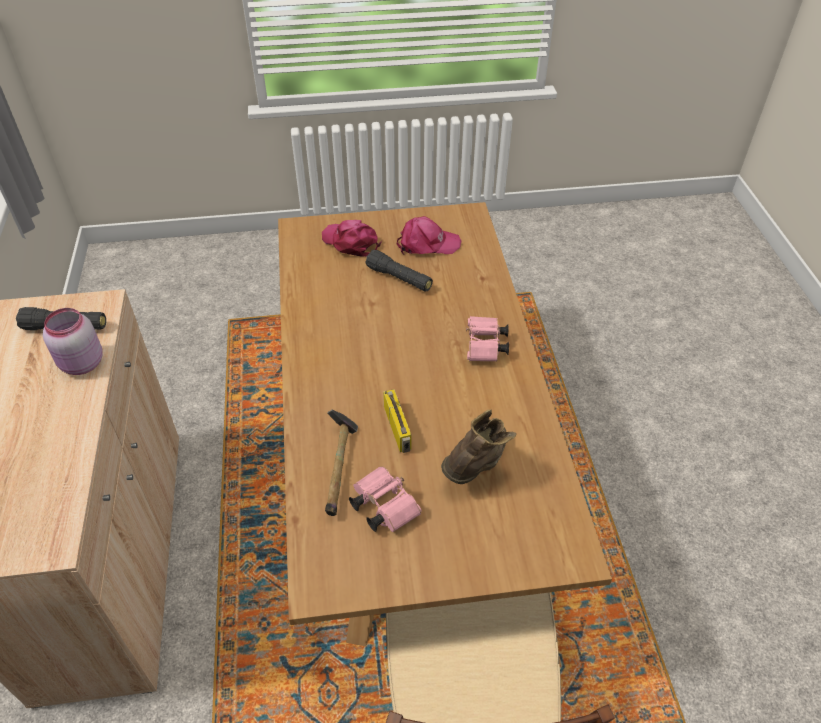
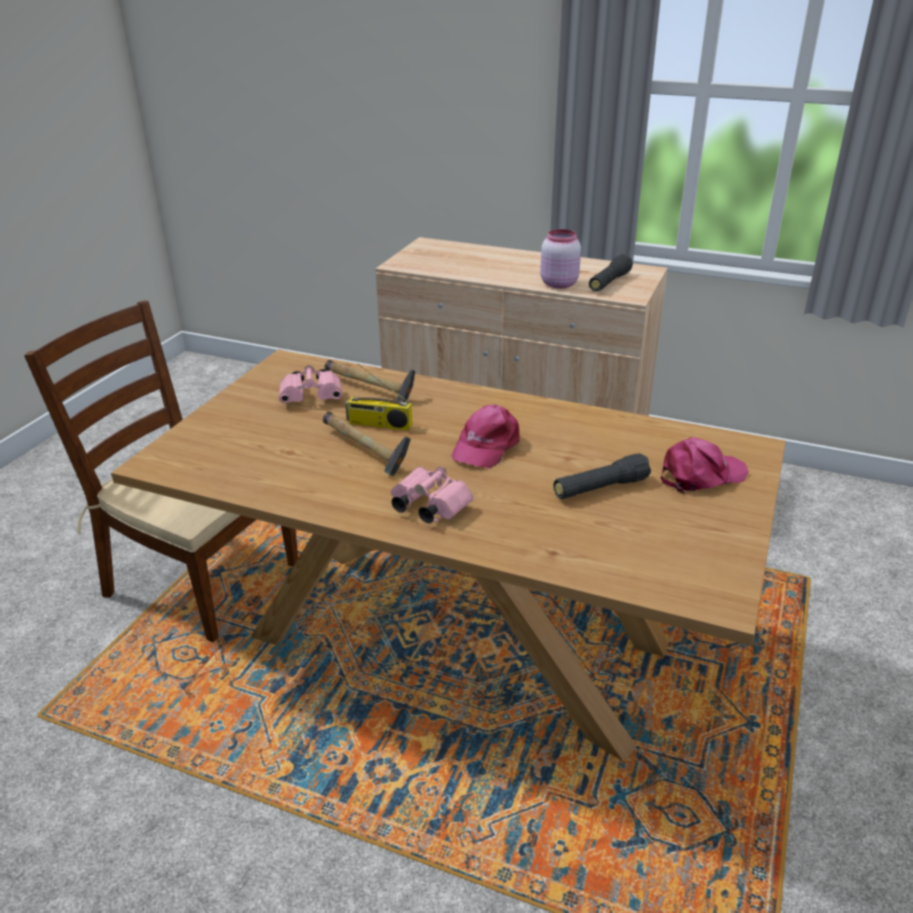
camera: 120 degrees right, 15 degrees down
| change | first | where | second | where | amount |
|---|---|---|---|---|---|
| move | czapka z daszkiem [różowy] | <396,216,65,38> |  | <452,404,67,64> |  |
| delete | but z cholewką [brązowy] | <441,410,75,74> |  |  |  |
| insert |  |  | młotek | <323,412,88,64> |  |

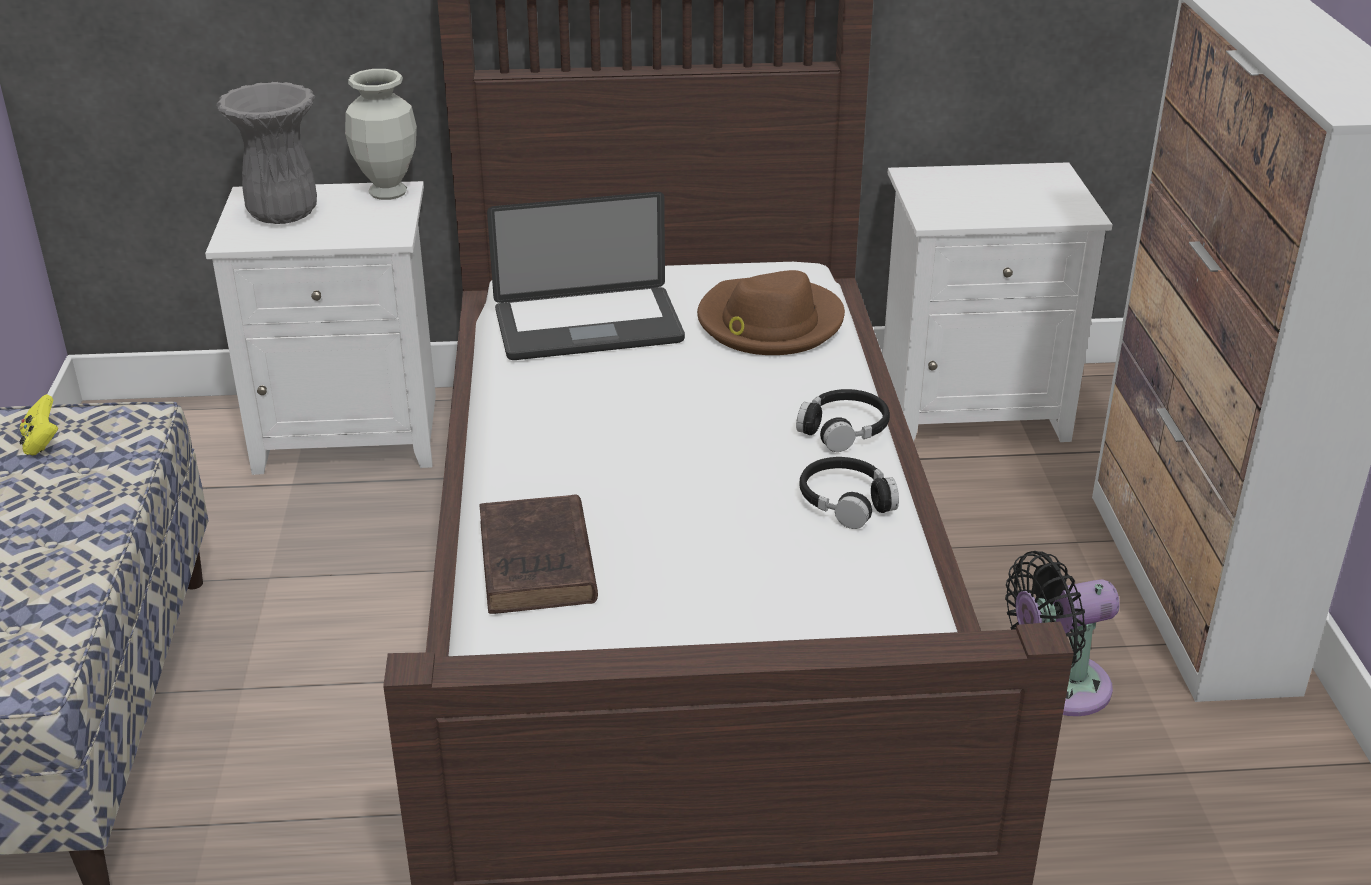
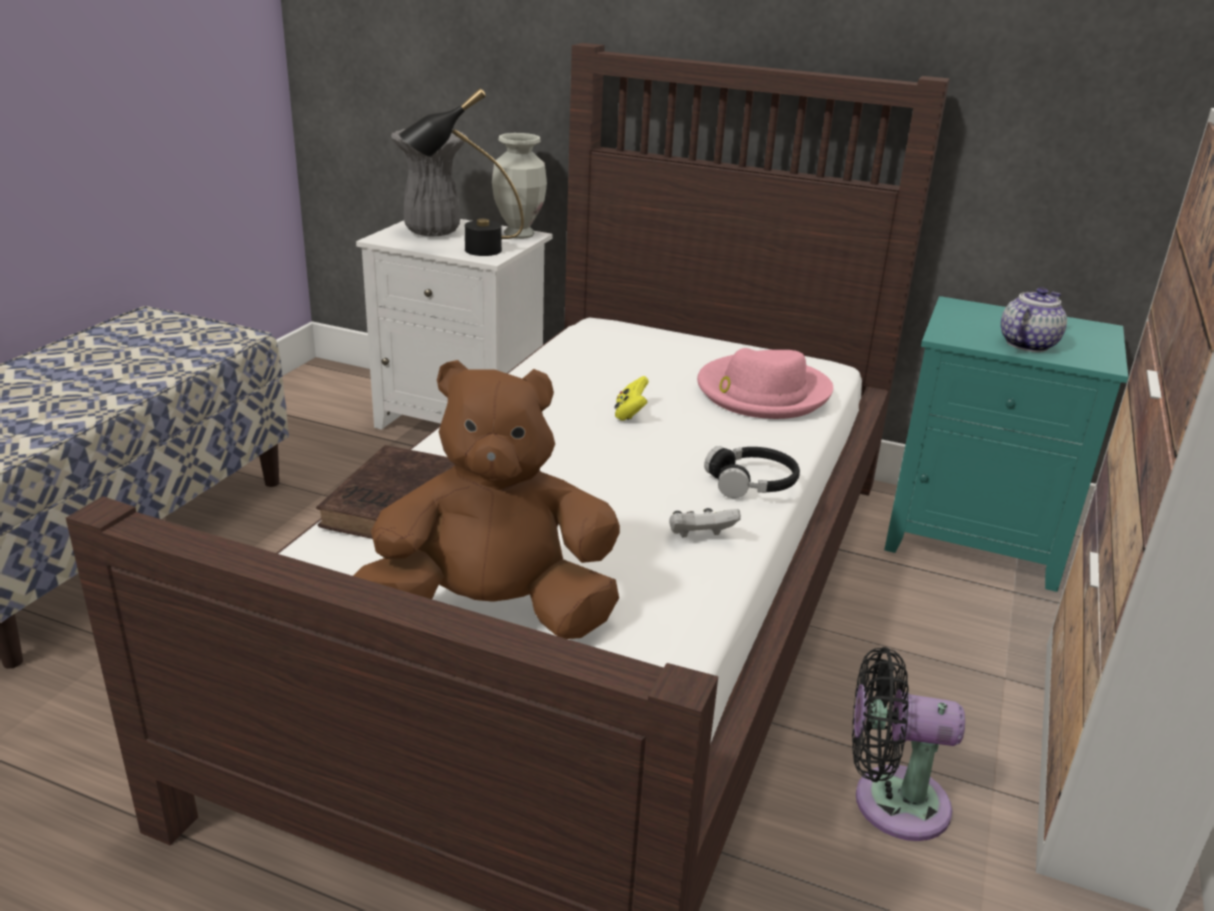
camera: 25 degrees right, 5 degrees down
| change | first | where | second | where | amount |
|---|---|---|---|---|---|
| move | pad do gier [żółty] | <20,394,38,61> |  | <614,376,35,44> |  |
| delete | laptop | <487,192,198,168> |  |  |  |
| recolor | kapelusz [brązowy] | <697,270,148,85> | kapelusz [różowy] | <697,348,136,71> |  |
| replace | słuchawki [czarny] | <799,457,100,72> | pad do gier [biały] | <669,508,72,30> |  |
| recolor | szafka nocna [biały] | <883,162,230,280> | szafka nocna [turkusowy] | <884,296,244,296> |  |
| insert |  |  | pluszak [brązowy] | <353,360,267,279> |  |
| insert |  |  | lampa stołowa [czarny] | <399,88,125,168> |  |
| insert |  |  | imbryk | <1001,287,66,65> |  |

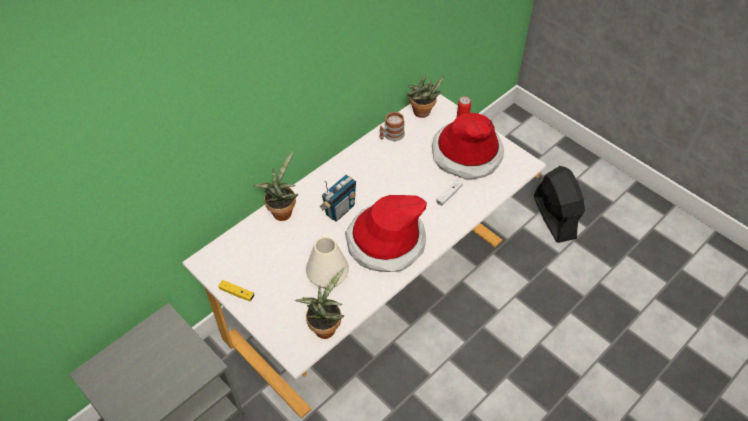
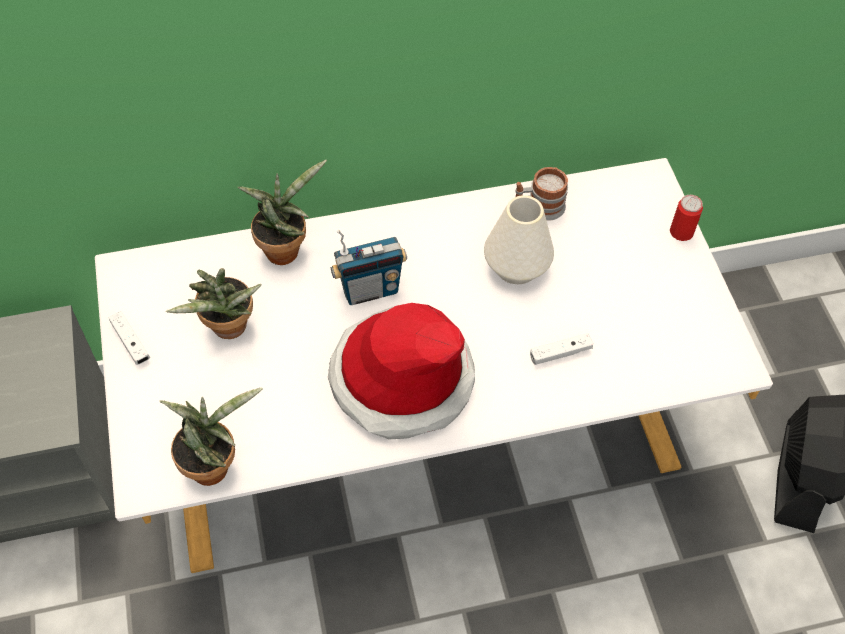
camera: 30 degrees right, 5 degrees up
| change | first | where | second | where | amount |
|---|---|---|---|---|---|
| recolor | pad do gier [żółty] | <218,280,36,21> | pad do gier [biały] | <109,311,41,54> |  |
| move | wazon [biały] | <306,237,43,52> |  | <484,195,70,89> |  |
| move | roślina doniczkowa | <407,76,37,42> |  | <166,268,96,71> |  |
| delete | kapelusz | <432,113,72,66> |  |  |  |

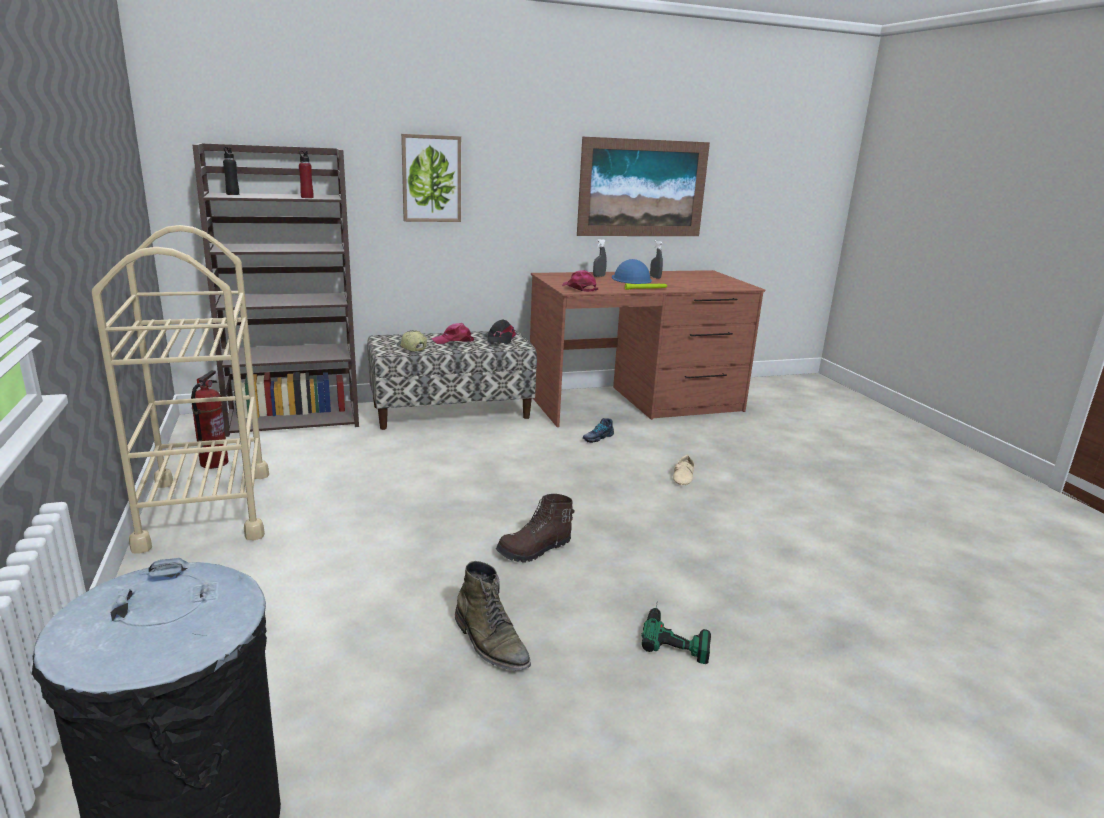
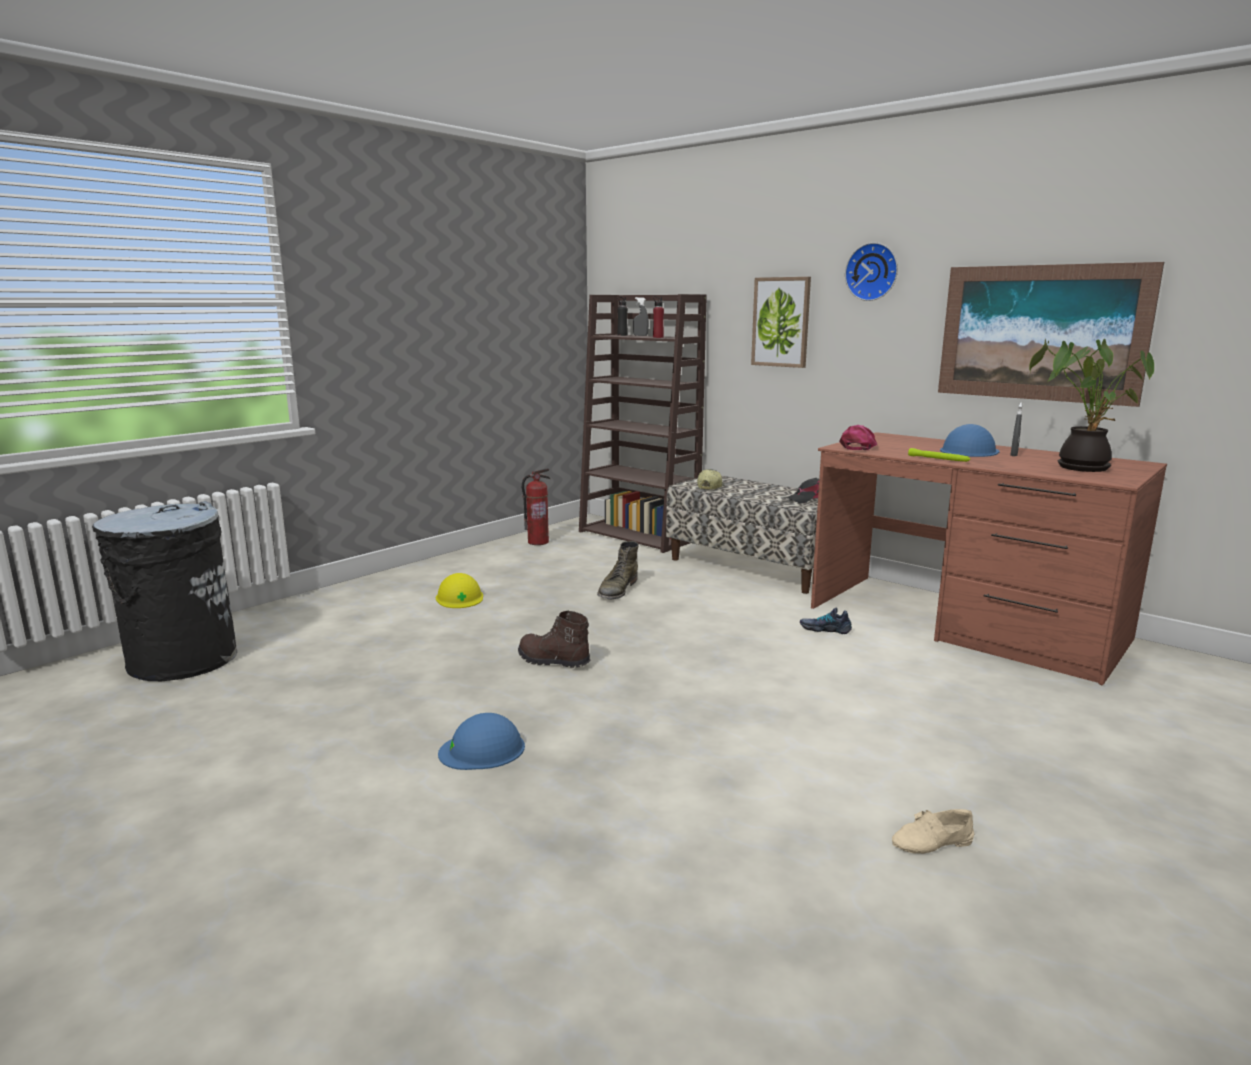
camera: 60 degrees right, 5 degrees down
| change | first | where | second | where | amount |
|---|---|---|---|---|---|
| delete | wózek [beżowy] | <92,225,177,329> |  |  |  |
| delete | czapka z daszkiem [różowy] | <432,323,42,21> |  |  |  |
| move | but z cholewką [zielony] | <455,561,76,110> |  | <597,541,42,59> |  |
| move | spryskiwacz [szary] | <593,239,14,38> |  | <633,297,16,39> |  |
| replace | wiertarka | <641,601,70,63> | kask [niebieski] | <438,713,87,57> |  |
| move | but [beżowy] | <673,455,21,30> |  | <892,809,82,45> |  |
| insert |  |  | kask [żółty] | <436,573,47,35> |  |
| insert |  |  | zegar ścienny | <845,242,53,59> |  |
| insert |  |  | roślina doniczkowa | <1029,339,125,133> |  |

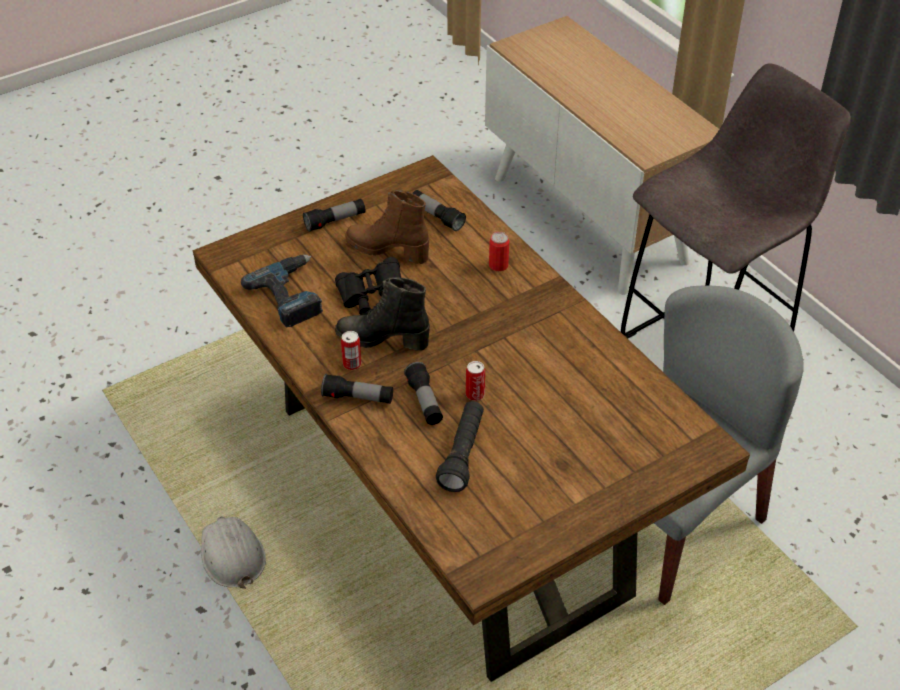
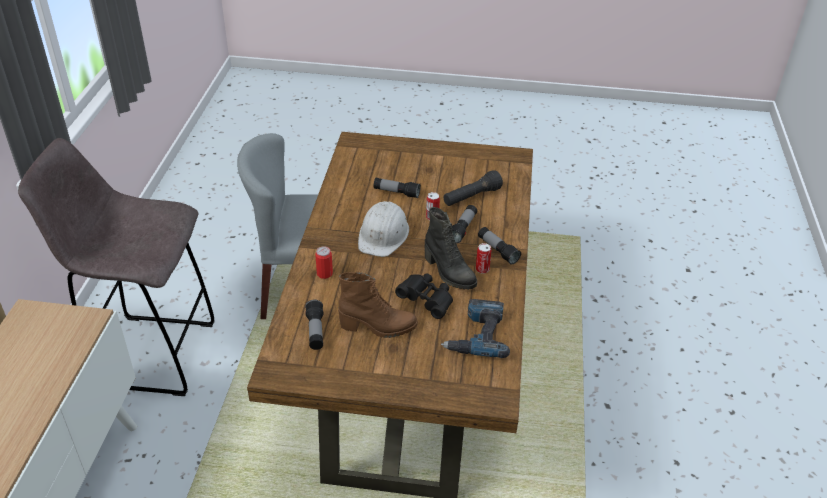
camera: 140 degrees left, 5 degrees down
| change | first | where | second | where | amount |
|---|---|---|---|---|---|
| move | kask [biały] | <201,517,65,72> |  | <358,201,52,56> |  |
| move | latarka | <303,199,62,33> |  | <373,178,48,20> |  |
| rotate | but z cholewką [brązowy] | <345,190,84,74> |  | <338,271,80,67> | 60 degrees counterclockwise |

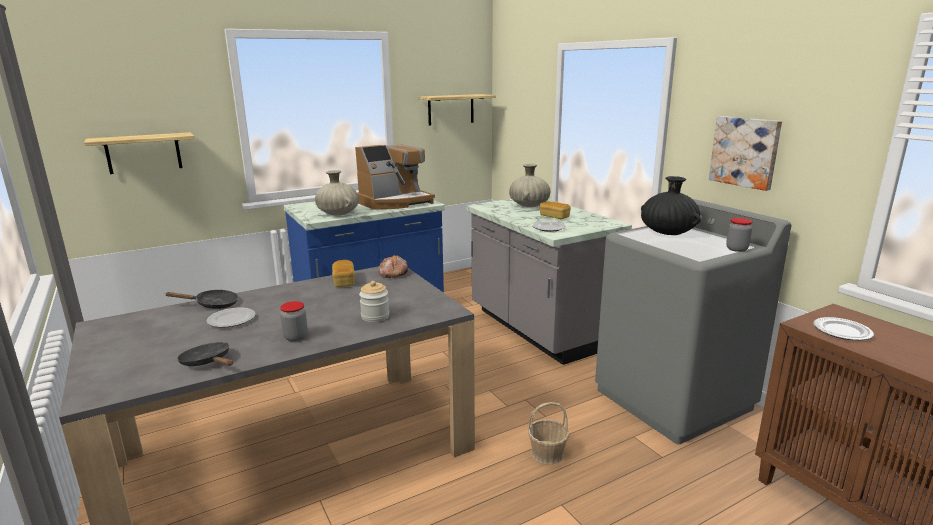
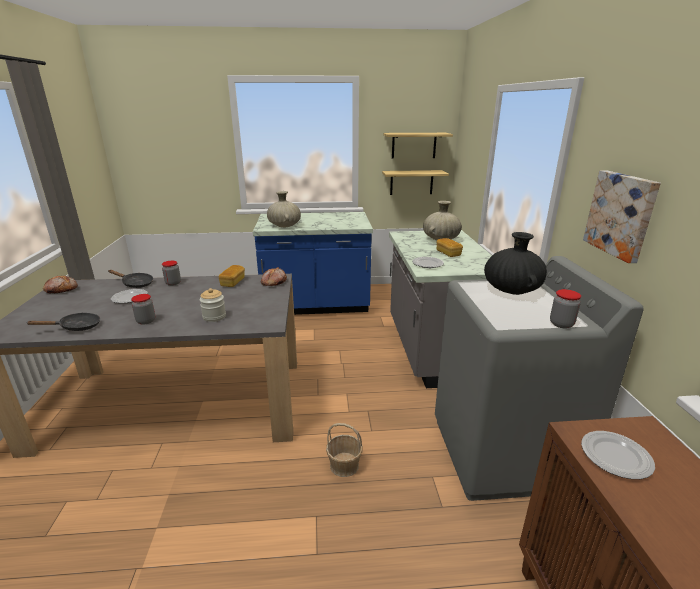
camera: 25 degrees right, 5 degrees up
| change | first | where | second | where | amount |
|---|---|---|---|---|---|
| move | półka | <84,132,111,42> |  | <382,170,67,25> |  |
| rotate | patelnia [czarny] | <177,342,56,24> |  | <27,312,73,19> | 90 degrees clockwise |
| delete | ekspres do kawy | <355,144,80,66> |  |  |  |
| insert |  |  | chleb | <43,276,35,17> |  |
| insert |  |  | słoik | <162,261,19,25> |  |

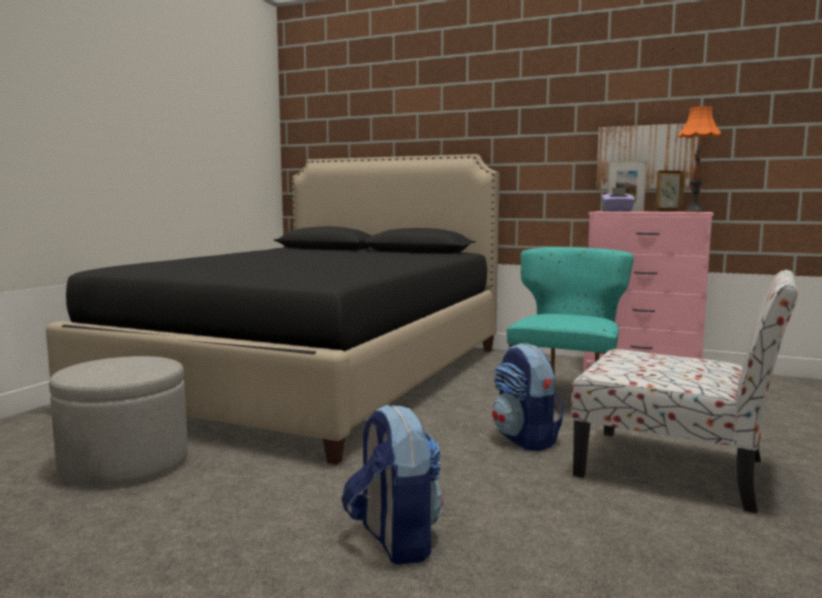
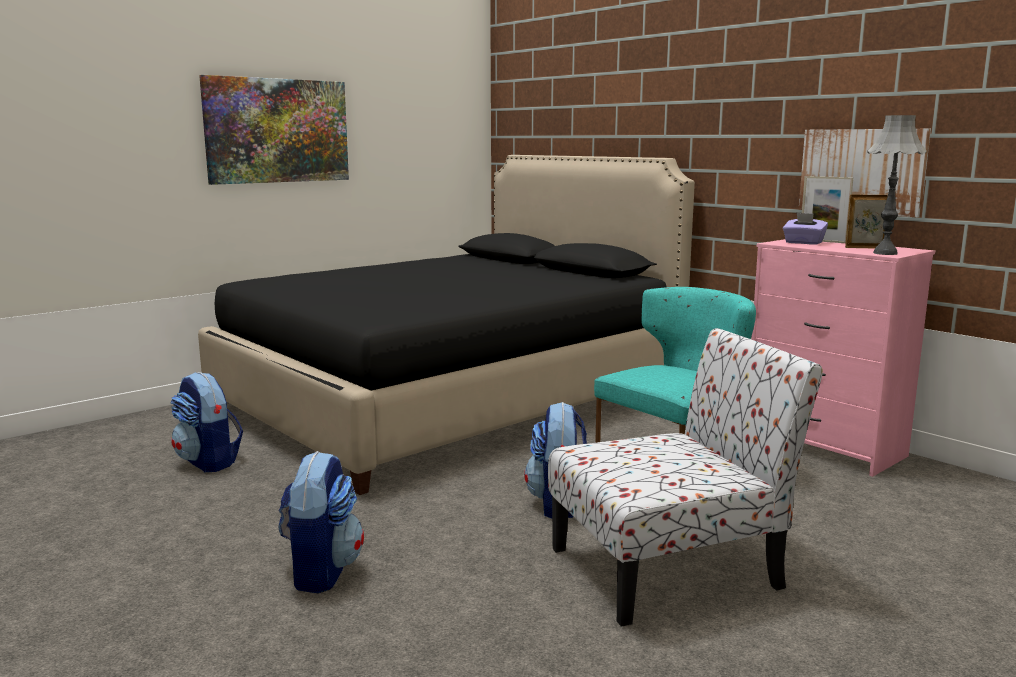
camera: 25 degrees right, 5 degrees up
| change | first | where | second | where | amount |
|---|---|---|---|---|---|
| replace | pufa [szary] | <49,356,139,130> | plecak | <170,372,73,101> |  |
| rotate | krzesło | <571,270,227,243> |  | <548,328,275,299> | 75 degrees counterclockwise |
| recolor | lampa stołowa [pomarańczowy] | <678,106,43,106> | lampa stołowa [szary] | <867,115,60,140> |  |
| insert |  |  | obraz | <199,75,150,110> |  |

